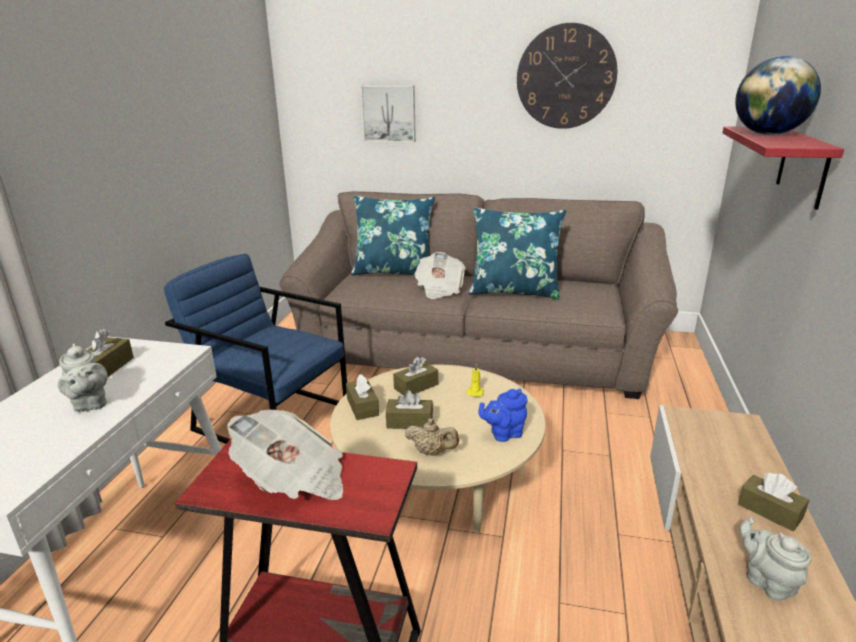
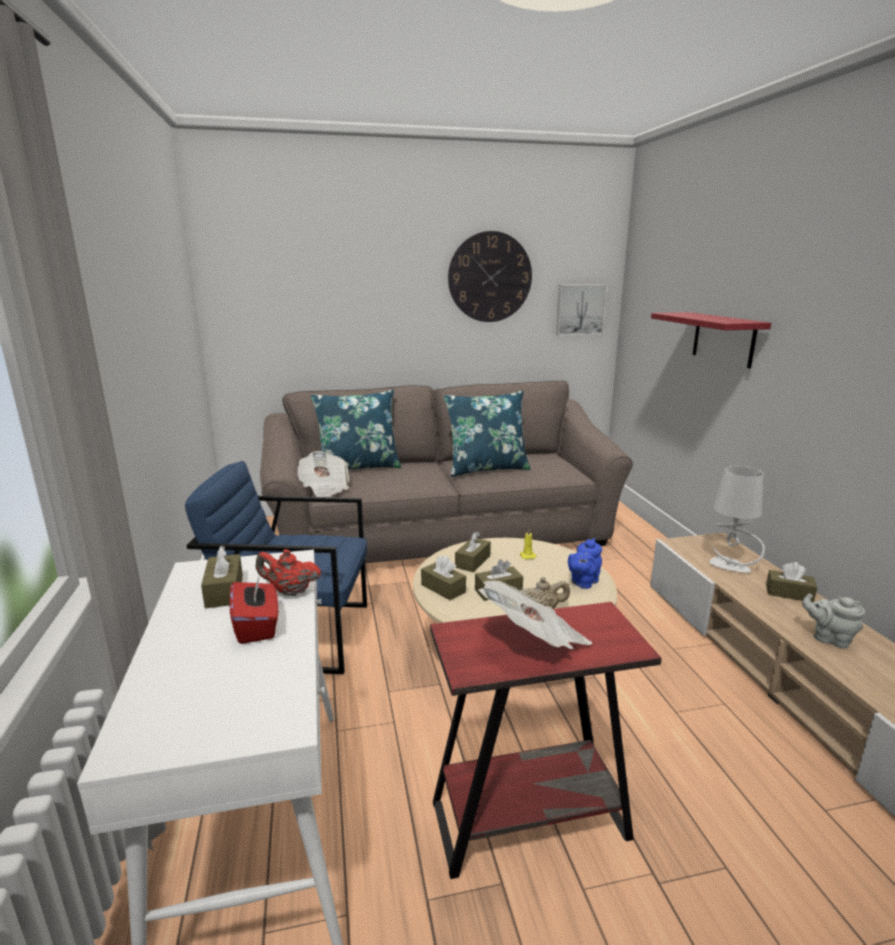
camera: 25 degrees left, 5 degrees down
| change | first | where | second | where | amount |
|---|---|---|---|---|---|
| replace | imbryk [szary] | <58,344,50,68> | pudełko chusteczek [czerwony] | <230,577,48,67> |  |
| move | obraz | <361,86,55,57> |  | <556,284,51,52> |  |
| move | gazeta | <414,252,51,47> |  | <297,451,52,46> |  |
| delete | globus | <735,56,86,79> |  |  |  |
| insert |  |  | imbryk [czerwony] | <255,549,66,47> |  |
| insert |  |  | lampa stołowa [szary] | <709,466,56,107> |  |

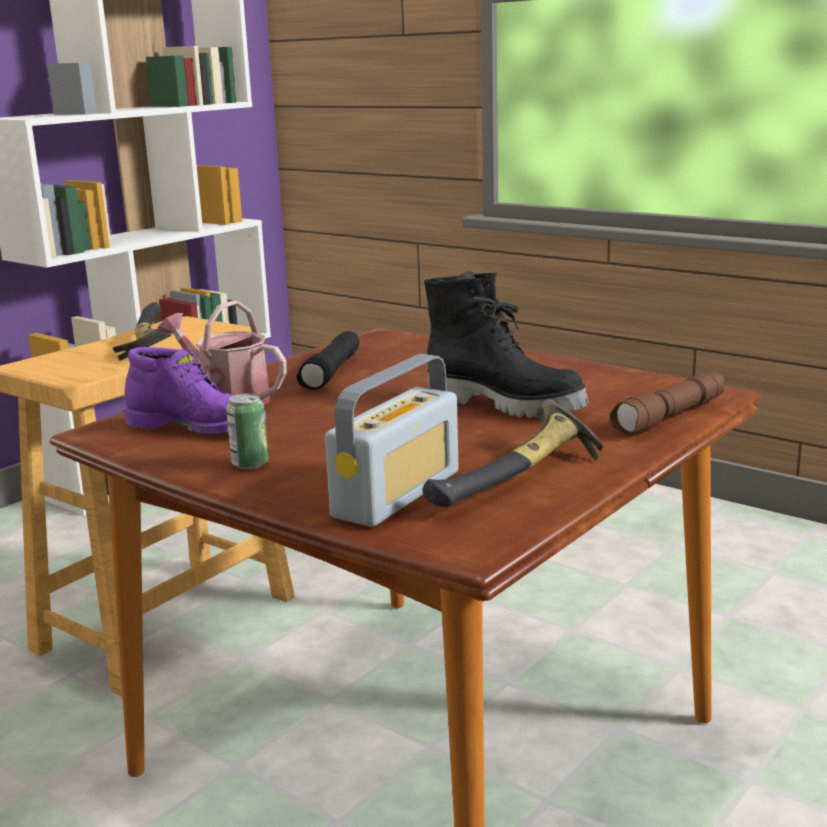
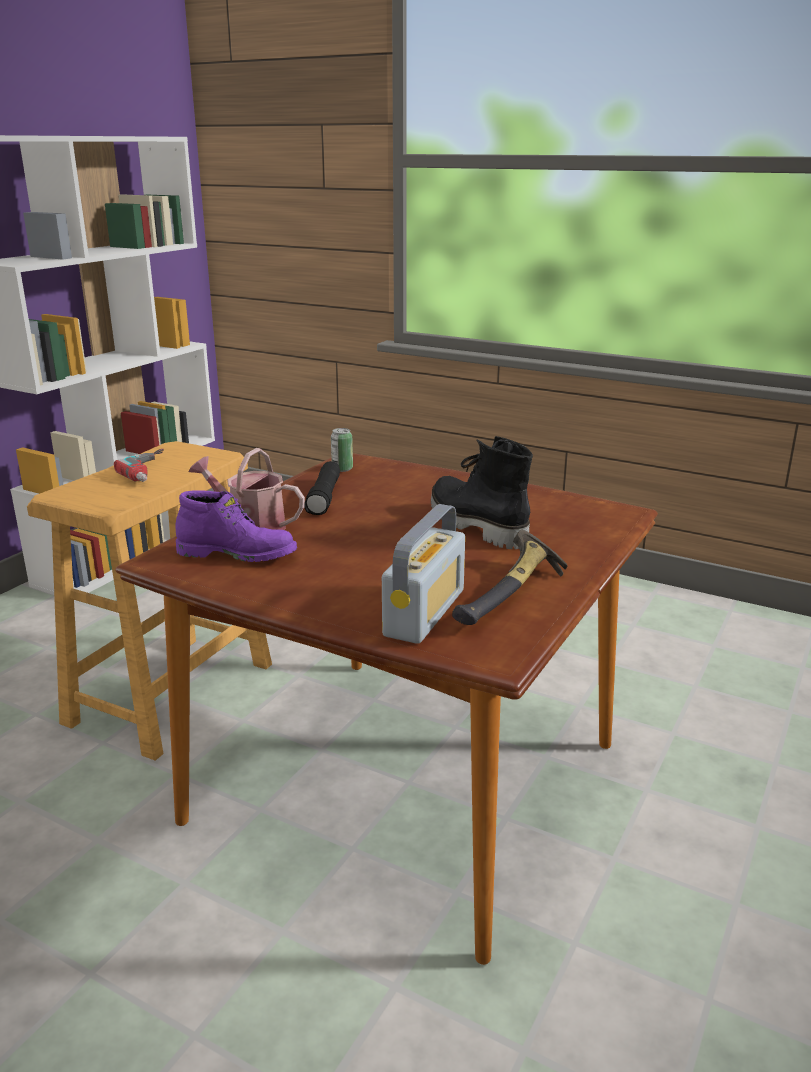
camera: 10 degrees left, 5 degrees up
| change | first | where | second | where | amount |
|---|---|---|---|---|---|
| replace | młotek | <112,302,60,58> | wiertarka | <114,449,50,33> |  |
| move | puszka | <226,393,42,76> |  | <331,428,22,44> |  |
| rotate | but z cholewką [czarny] | <424,271,165,147> |  | <431,436,102,113> | 150 degrees counterclockwise |
| delete | latarka [brązowy] | <610,371,114,63> |  |  |  |

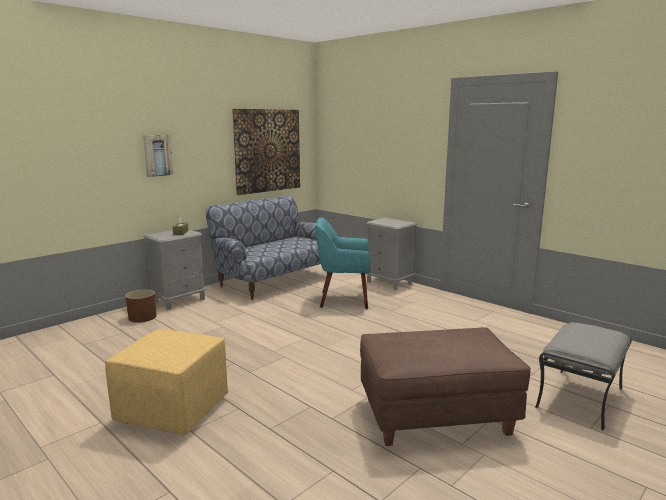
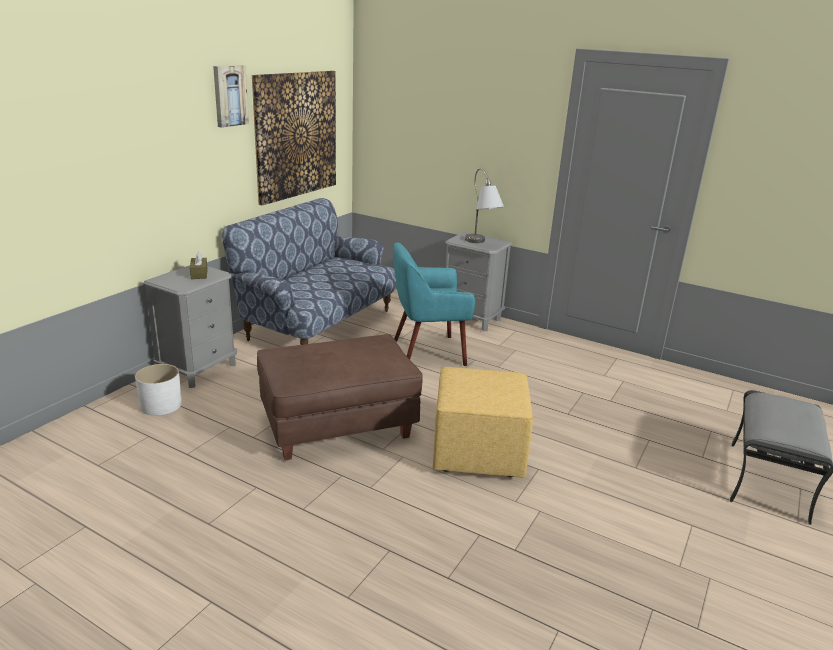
camera: 15 degrees left, 10 degrees up
| change | first | where | second | where | amount |
|---|---|---|---|---|---|
| move | pufa [żółty] | <105,329,123,107> |  | <433,367,100,111> |  |
| recolor | donica [brązowy] | <125,289,32,34> | donica [biały] | <135,364,47,52> |  |
| move | obraz | <143,135,30,42> |  | <213,65,36,63> |  |
| move | pufa [brązowy] | <360,327,171,119> |  | <257,334,166,126> |  |
| insert |  |  | lampa stołowa [szary] | <465,168,39,75> |  |

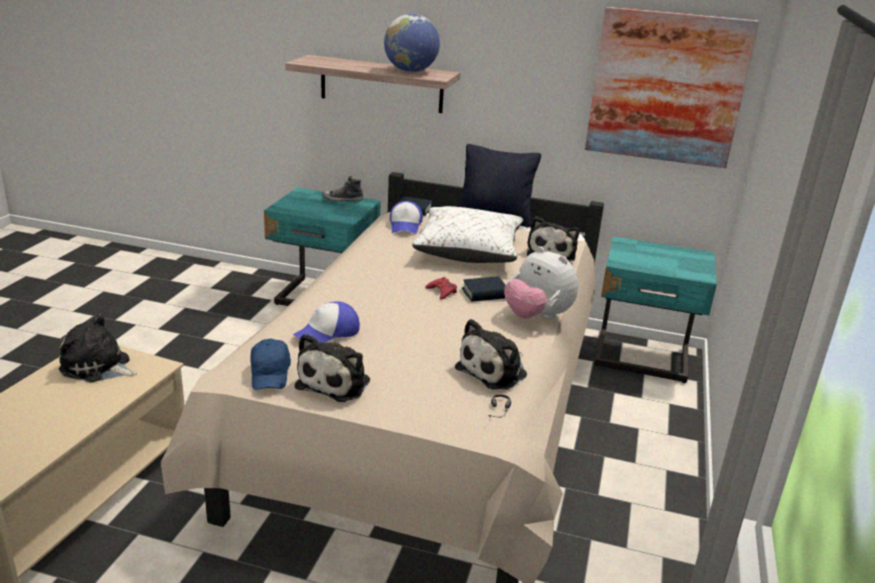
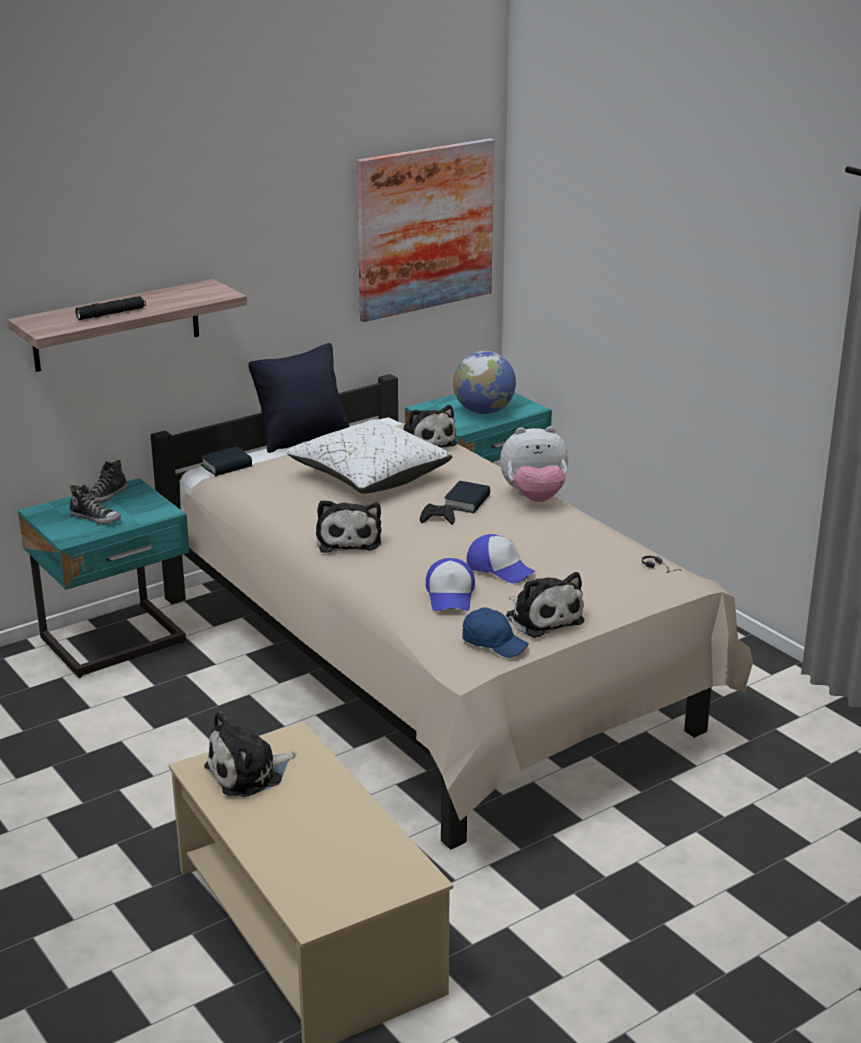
camera: 50 degrees left, 0 degrees up
| change | first | where | second | where | amount |
|---|---|---|---|---|---|
| move | globus | <384,14,56,58> |  | <453,351,63,63> |  |
| move | czapka z daszkiem | <390,201,33,33> |  | <467,534,69,49> |  |
| recolor | pad do gier [czerwony] | <425,277,32,22> | pad do gier [czarny] | <420,503,35,22> |  |
| move | pluszak | <455,319,72,71> |  | <316,500,65,53> |  |
| insert |  |  | but | <69,484,52,41> |  |
| insert |  |  | latarka [czarny] | <75,296,71,24> |  |

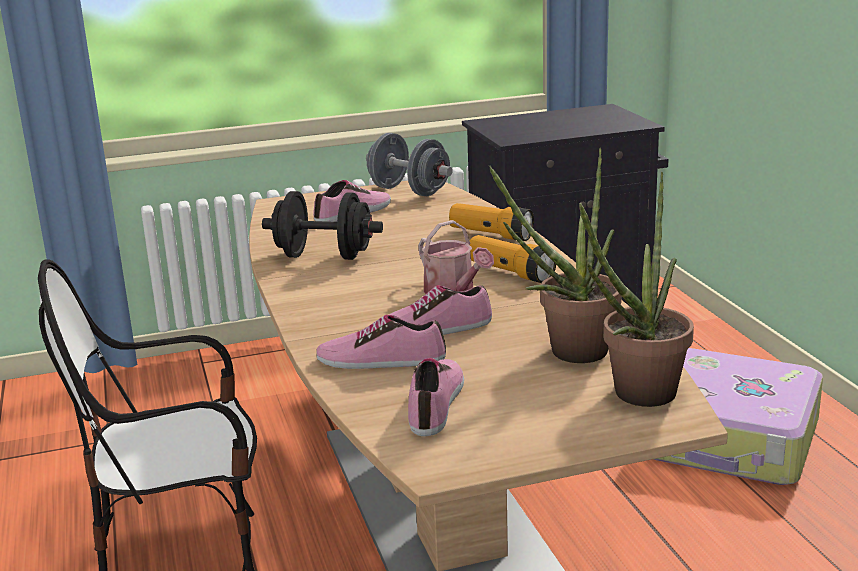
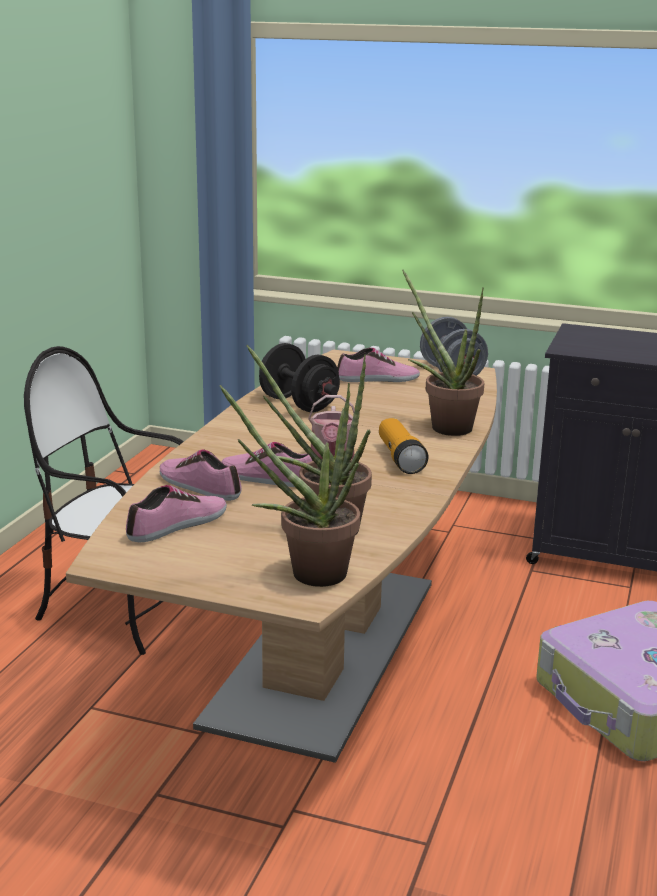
camera: 35 degrees right, 0 degrees up
| change | first | where | second | where | amount |
|---|---|---|---|---|---|
| replace | latarka | <449,203,85,38> | roślina doniczkowa | <402,270,82,166> |  |

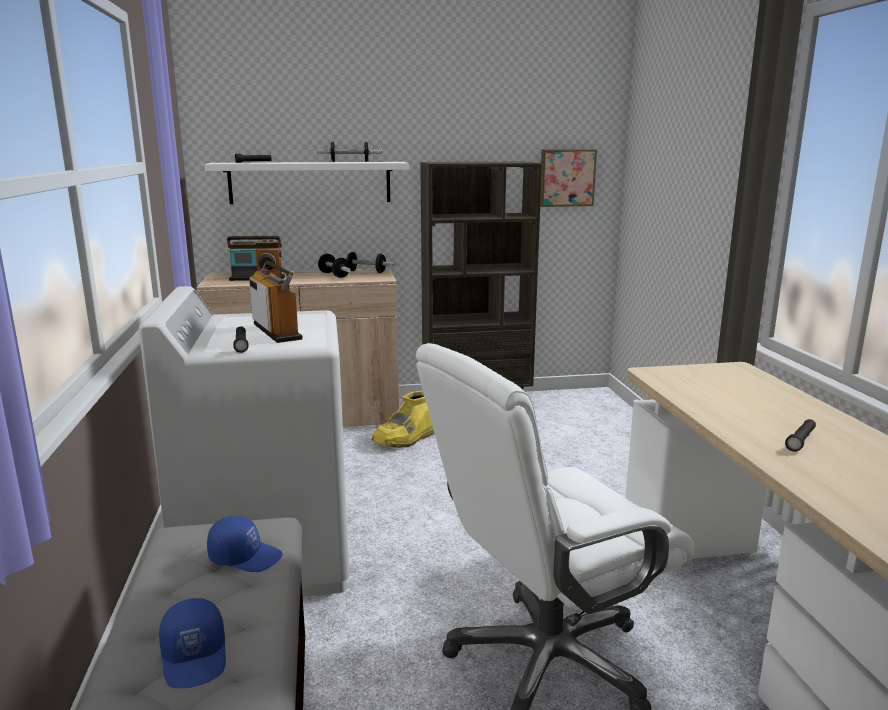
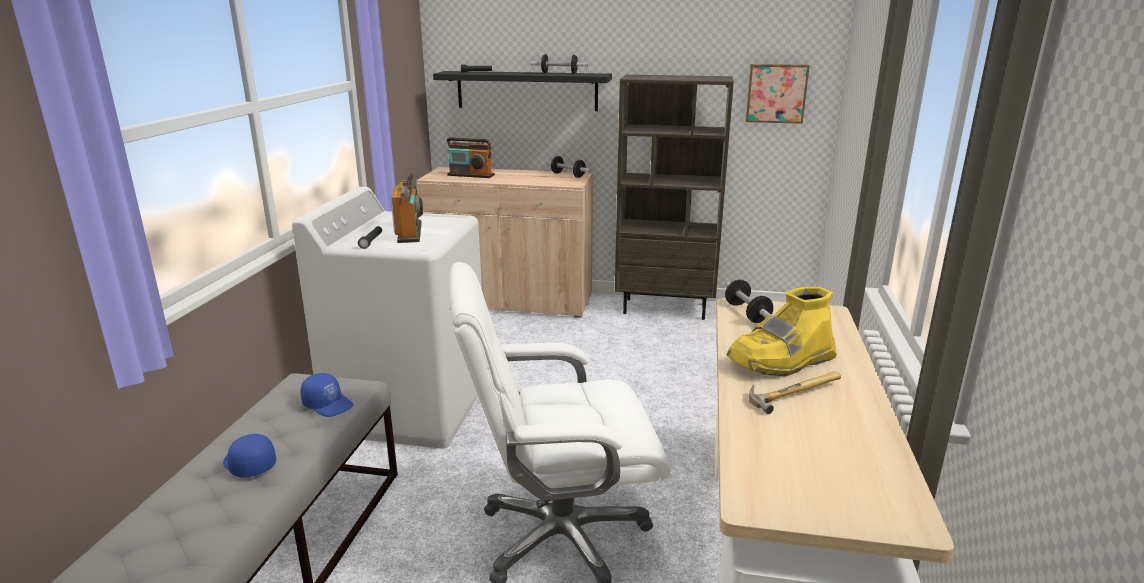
camera: 20 degrees right, 5 degrees up
| change | first | where | second | where | amount |
|---|---|---|---|---|---|
| rotate | czapka z daszkiem [niebieski] | <159,598,67,90> |  | <223,434,53,44> | 135 degrees clockwise |
| recolor | półka [biały] | <205,162,203,42> | półka [czarny] | <433,71,179,40> |  |
| move | hantel | <318,254,33,24> |  | <725,280,48,43> |  |
| move | but z cholewką [żółty] | <371,391,64,57> |  | <726,287,111,89> |  |
| replace | latarka [czarny] | <785,419,31,33> | młotek | <749,371,92,43> |  |

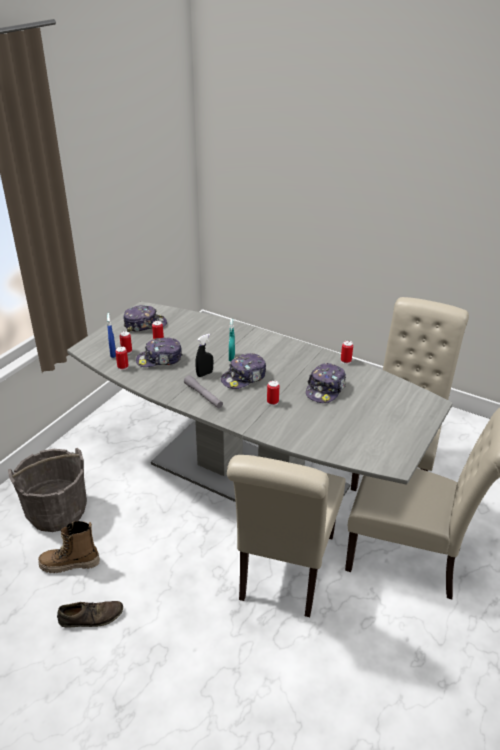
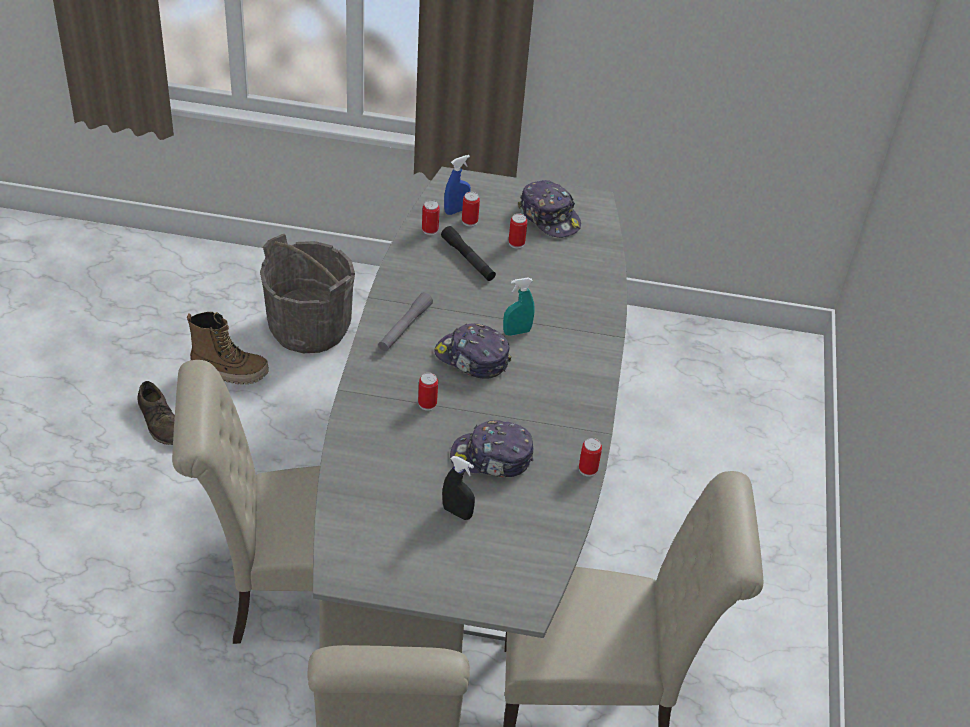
camera: 65 degrees right, 10 degrees up
| change | first | where | second | where | amount |
|---|---|---|---|---|---|
| rotate | but z cholewką | <38,521,62,52> |  | <187,312,82,72> | 120 degrees clockwise |
| replace | czapka z daszkiem | <136,337,47,30> | latarka [czarny] | <441,226,55,55> |  |
| move | spryskiwacz [czarny] | <195,334,18,43> |  | <442,456,33,64> |  |

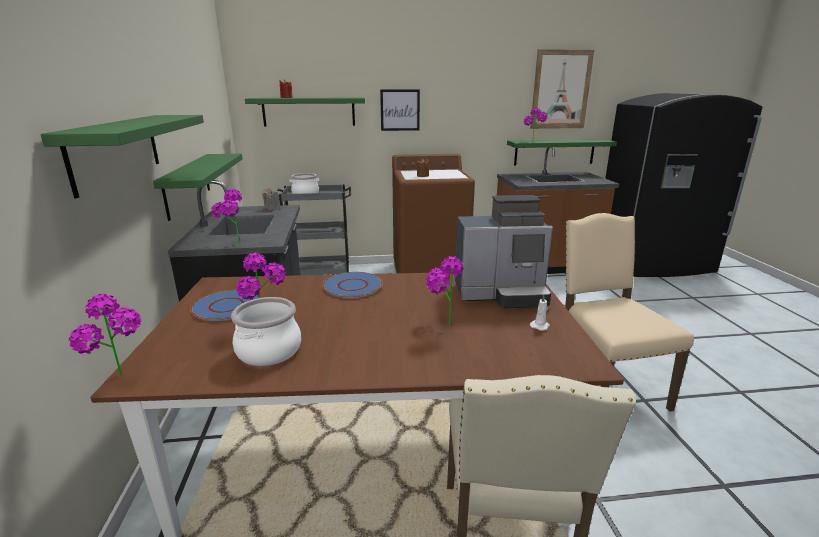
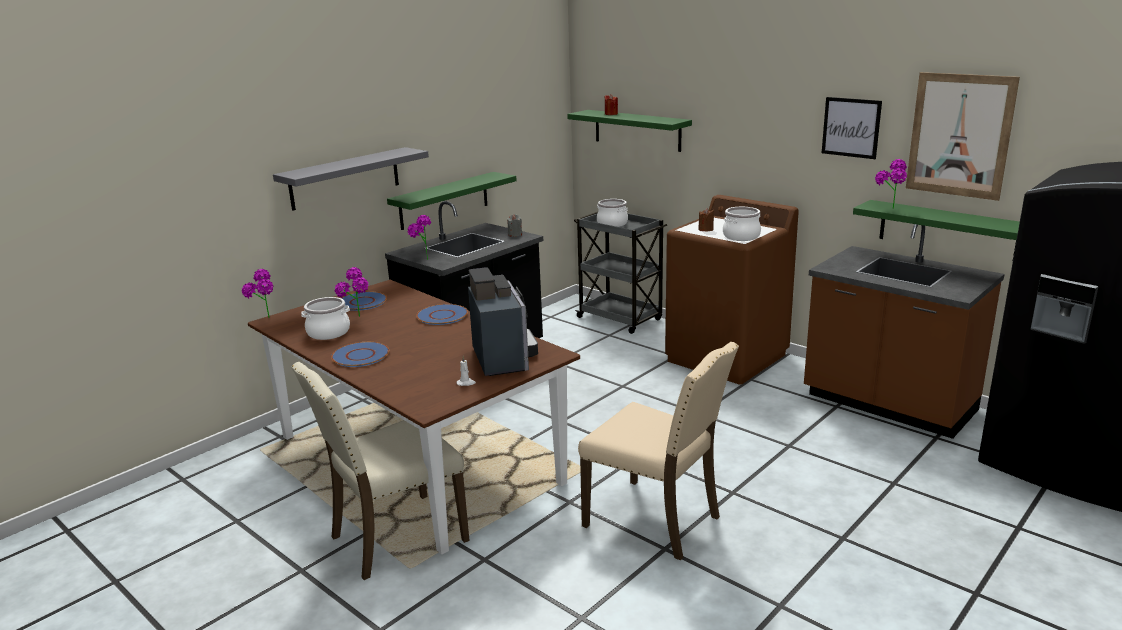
camera: 50 degrees right, 0 degrees up
| change | first | where | second | where | amount |
|---|---|---|---|---|---|
| recolor | półka [zielony] | <40,115,164,83> | półka [szary] | <273,147,156,64> |  |
| move | obraz | <380,89,40,42> |  | <822,97,60,62> |  |
| delete | roślina doniczkowa | <426,256,38,69> |  |  |  |
| rotate | ekspres do kawy | <455,195,98,113> |  | <468,267,70,109> | 150 degrees counterclockwise |
| rotate | krzesło [beżowy] | <565,213,129,199> |  | <578,342,161,219> | 90 degrees clockwise |
| insert |  |  | talerz [niebieski] | <331,342,58,25> |  |
| insert |  |  | garnek | <723,207,38,34> |  |

